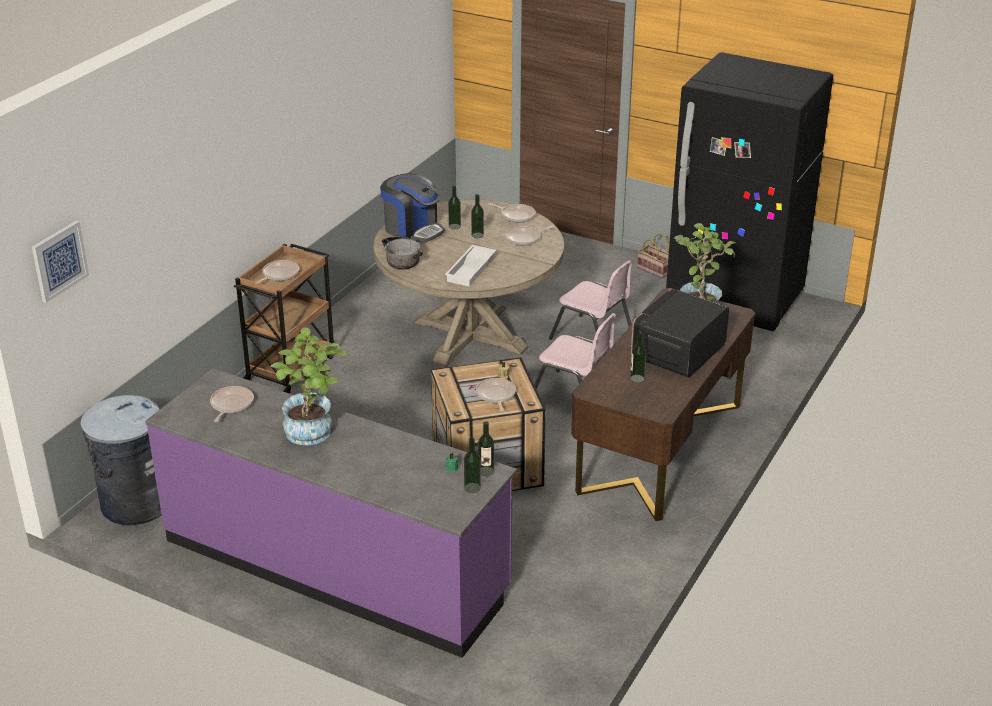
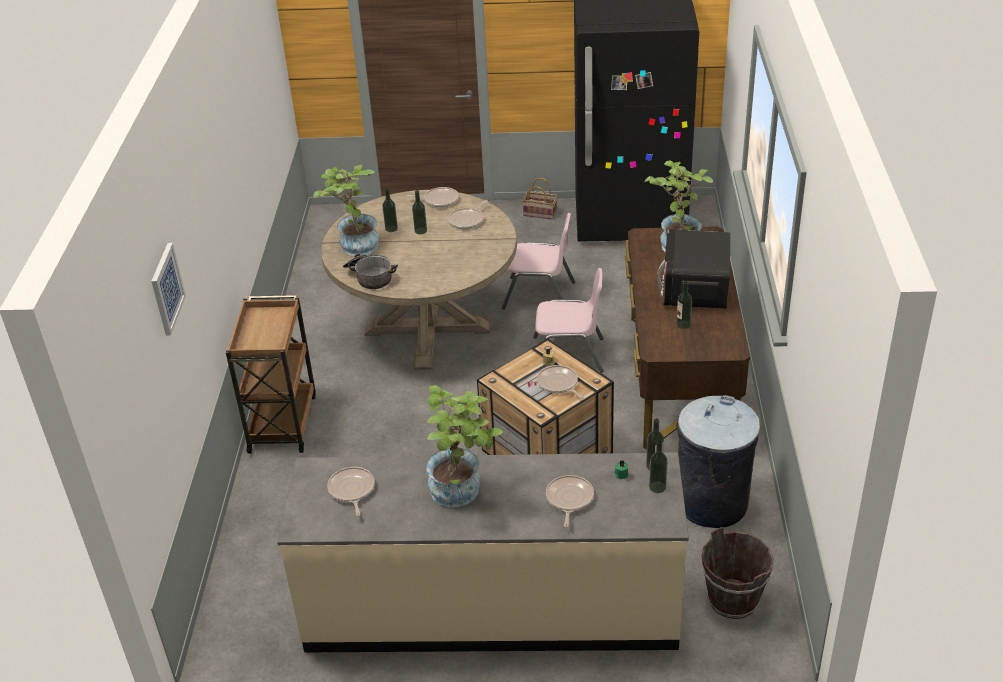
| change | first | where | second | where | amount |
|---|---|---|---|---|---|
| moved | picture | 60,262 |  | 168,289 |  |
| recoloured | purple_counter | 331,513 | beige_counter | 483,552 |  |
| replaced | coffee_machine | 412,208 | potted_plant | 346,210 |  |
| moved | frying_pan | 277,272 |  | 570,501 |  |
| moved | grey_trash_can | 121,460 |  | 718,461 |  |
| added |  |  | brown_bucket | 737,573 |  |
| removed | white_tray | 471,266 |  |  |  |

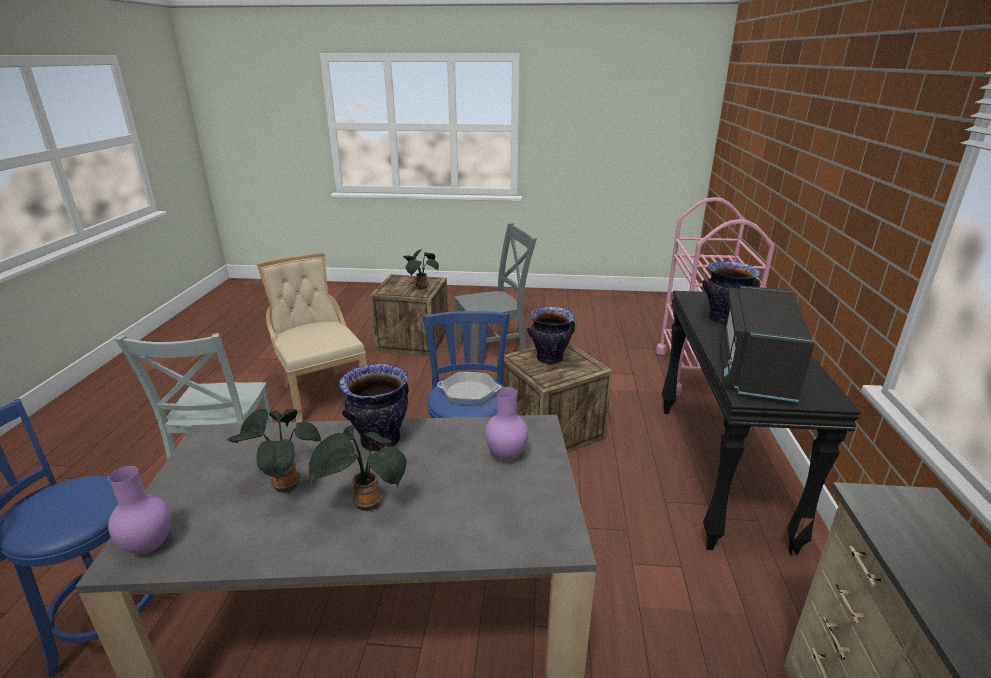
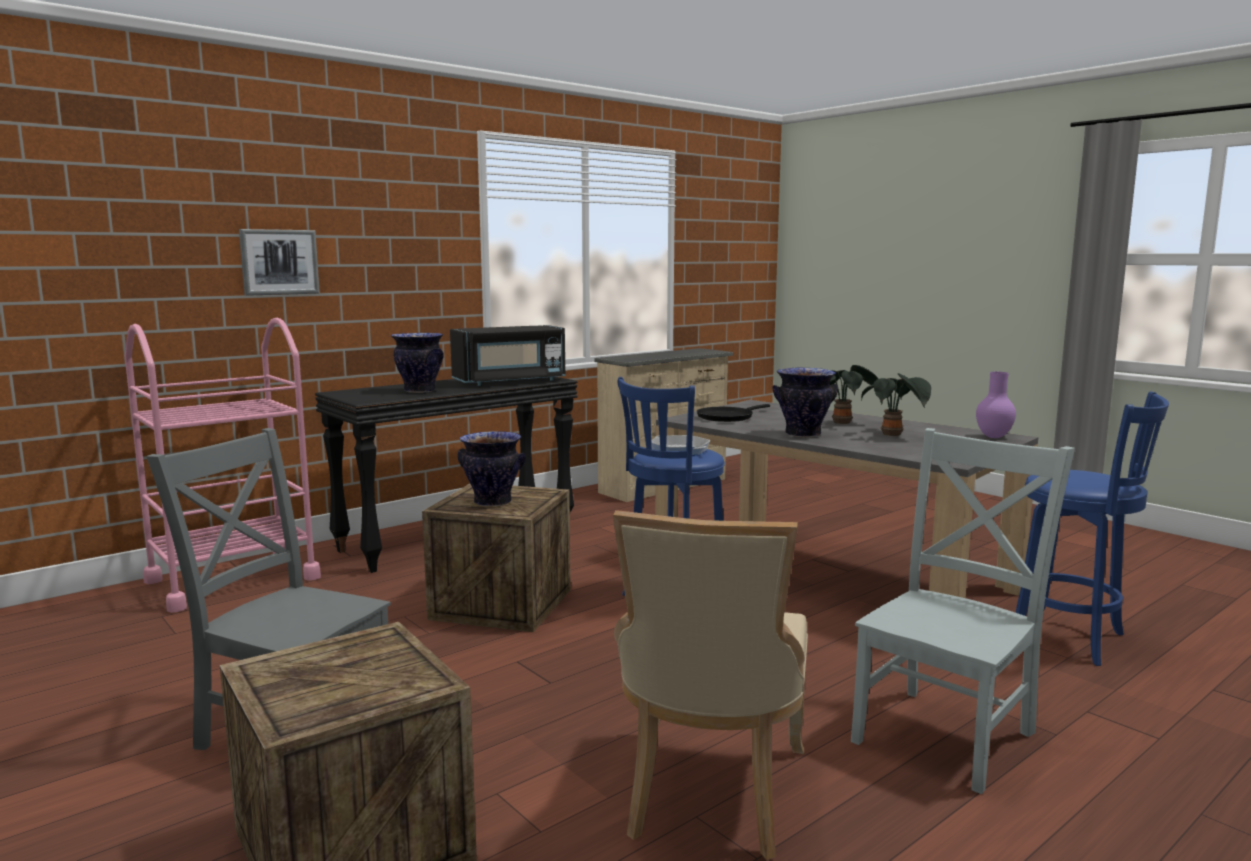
| change | first | where | second | where | amount |
|---|---|---|---|---|---|
| added |  |  | picture | 279,262 |  |
| replaced | purple_vase | 506,424 | black_frying_pan | 733,413 |  |
| removed | potted_plant | 421,269 |  |  |  |

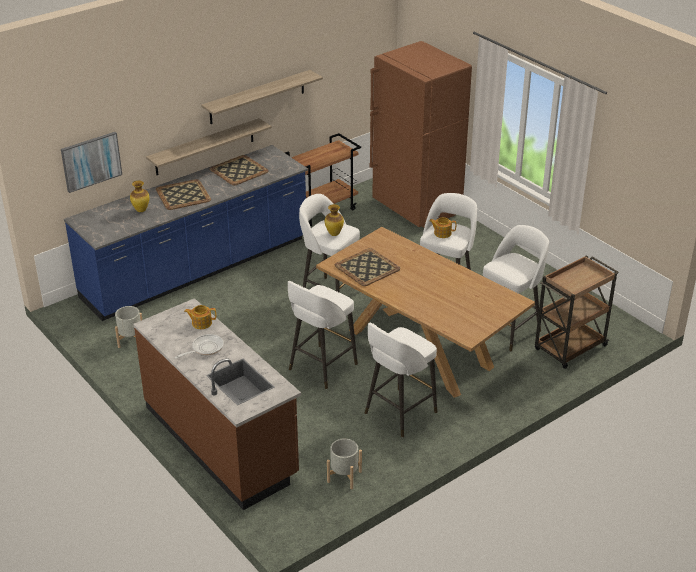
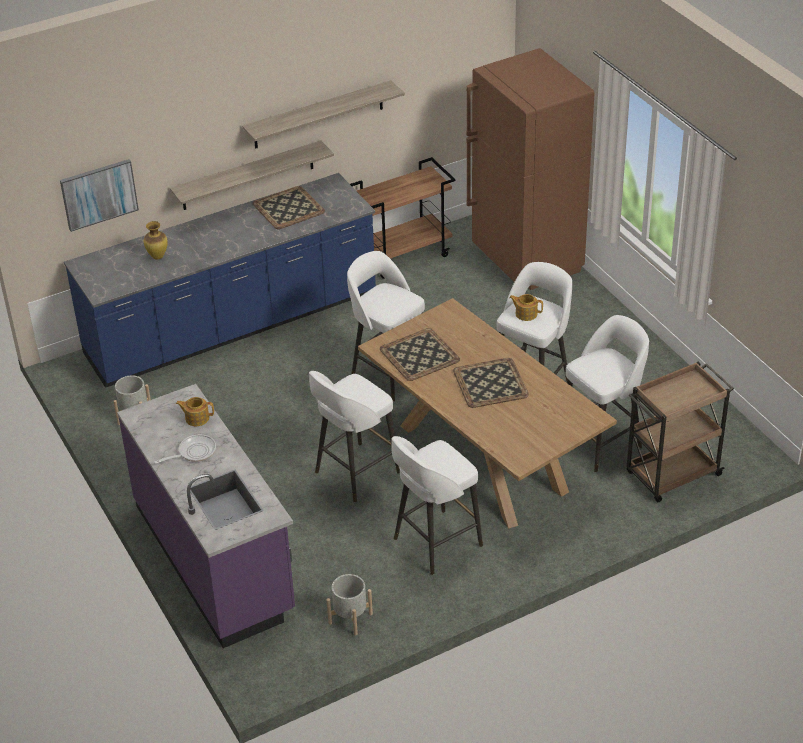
| change | first | where | second | where | amount |
|---|---|---|---|---|---|
| recoloured | brown_counter | 217,404 | purple_counter | 206,516 |  |
| moved | tray | 183,194 |  | 491,383 |  |
| removed | vase | 334,220 |  |  |  |

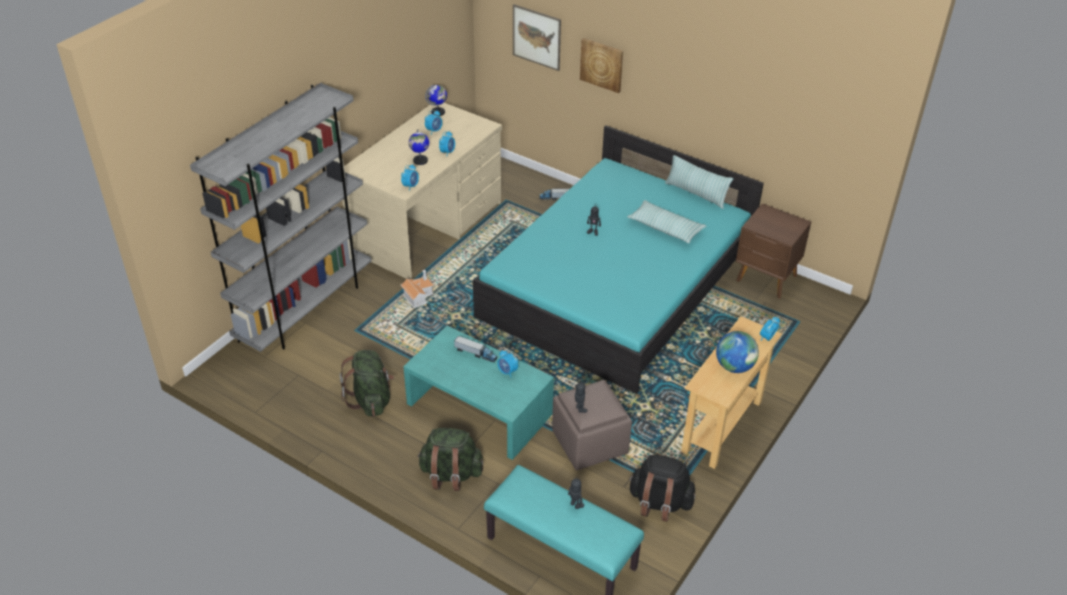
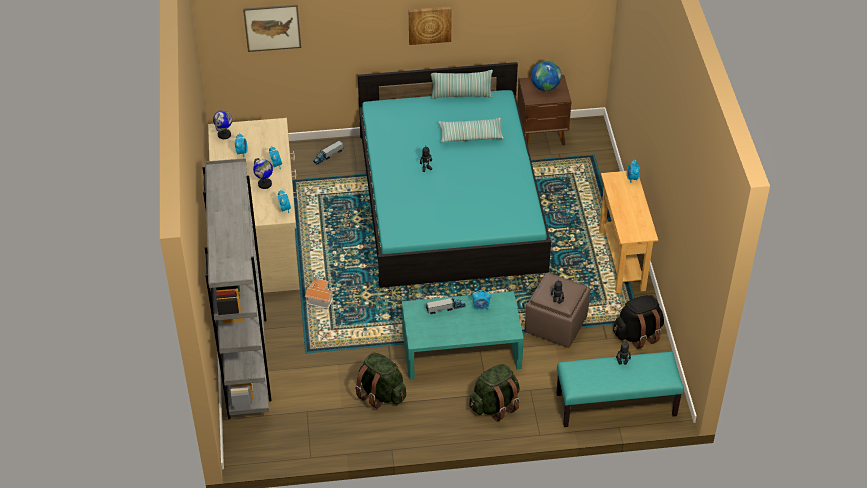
| change | first | where | second | where | amount |
|---|---|---|---|---|---|
| moved | picture | 601,65 |  | 430,26 |  |
| moved | globe | 737,352 |  | 546,75 |  |

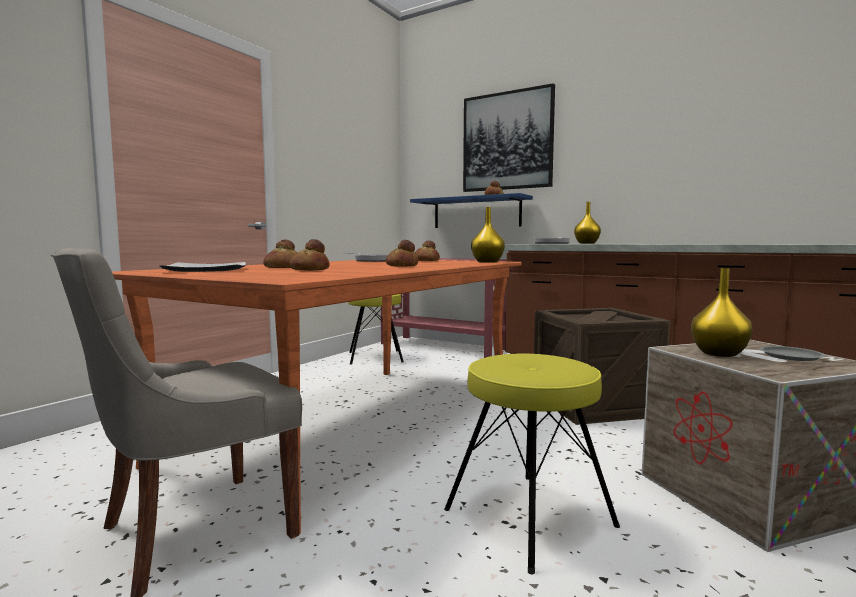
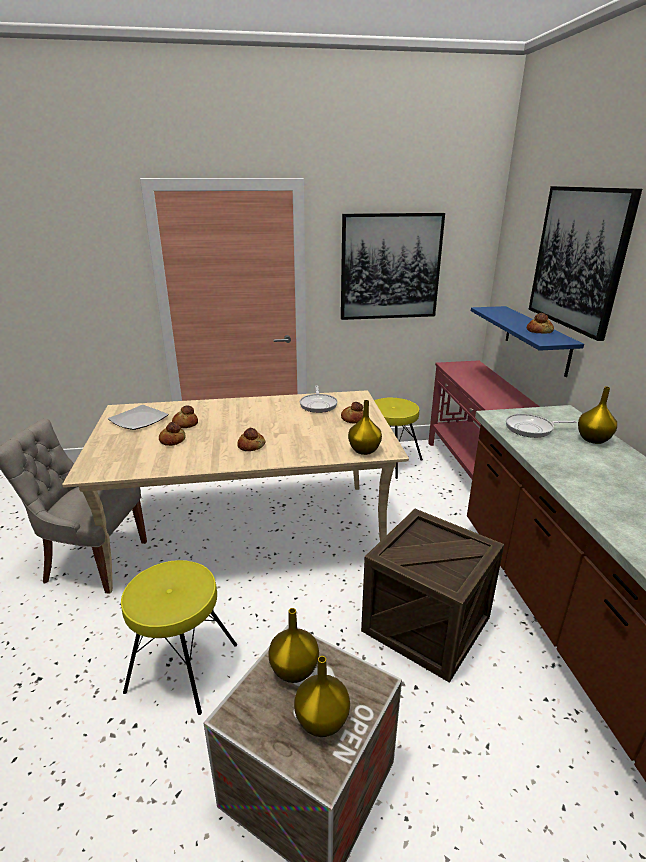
| change | first | where | second | where | amount |
|---|---|---|---|---|---|
| recoloured | orange_dining_table | 316,399 | beige_dining_table | 235,492 |  |
| replaced | grey_plate | 793,353 | yellow_vase | 322,696 |  |
| added |  |  | picture | 393,266 |  |

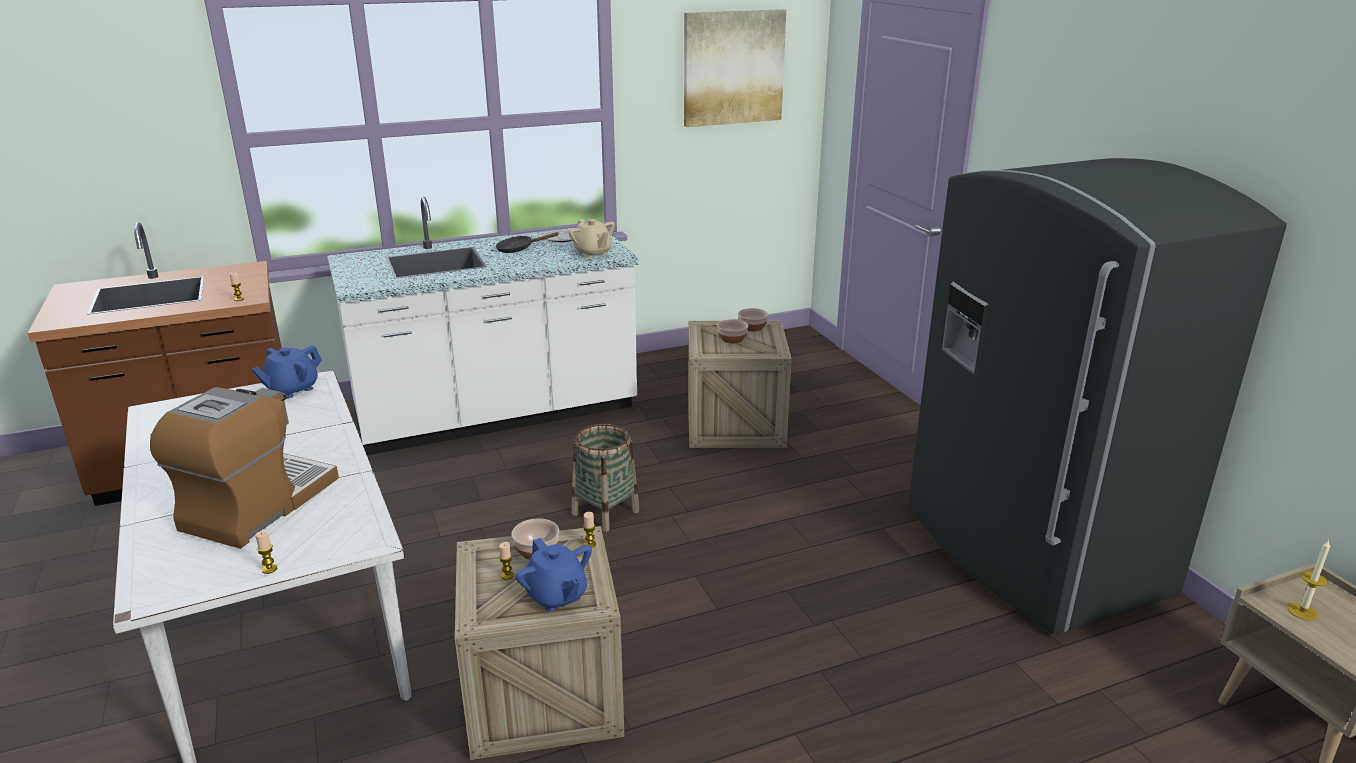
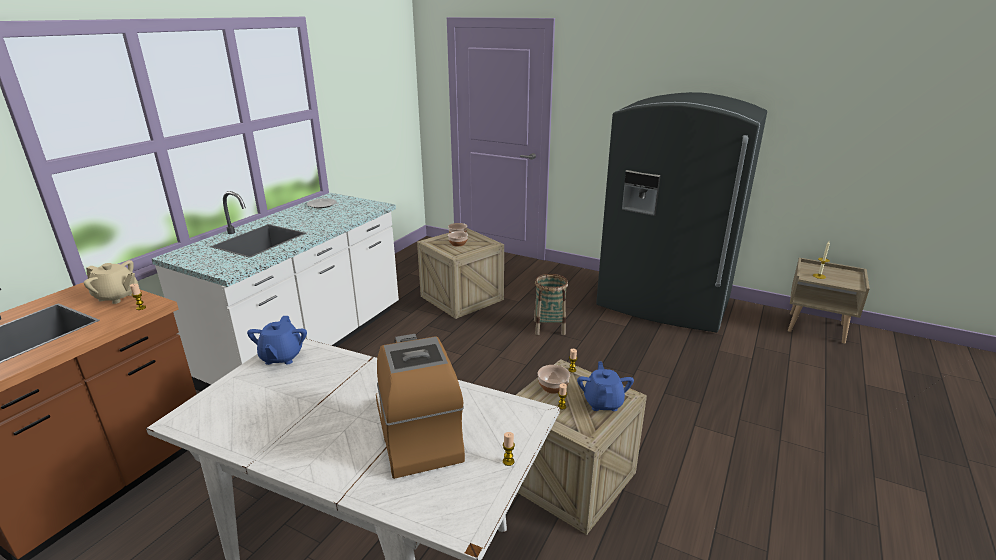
| change | first | where | second | where | amount |
|---|---|---|---|---|---|
| moved | beige_teapot | 592,238 |  | 111,282 |  |
| moved | basket | 605,478 |  | 551,304 |  |
| turned | blue_teapot | 553,575 |  | 605,386 | 105 degrees counterclockwise |
| removed | black_frying_pan | 527,242 |  |  |  |
| removed | picture | 735,68 |  |  |  |

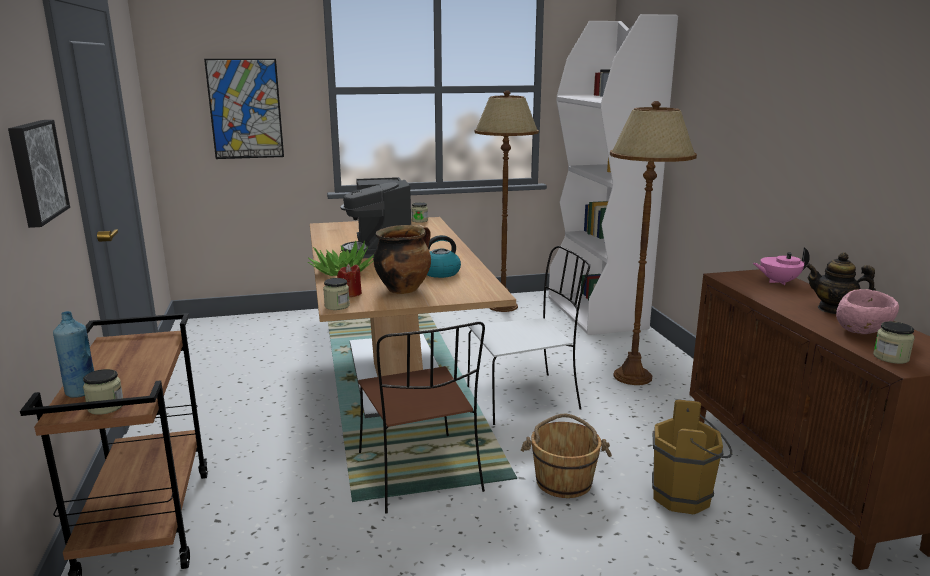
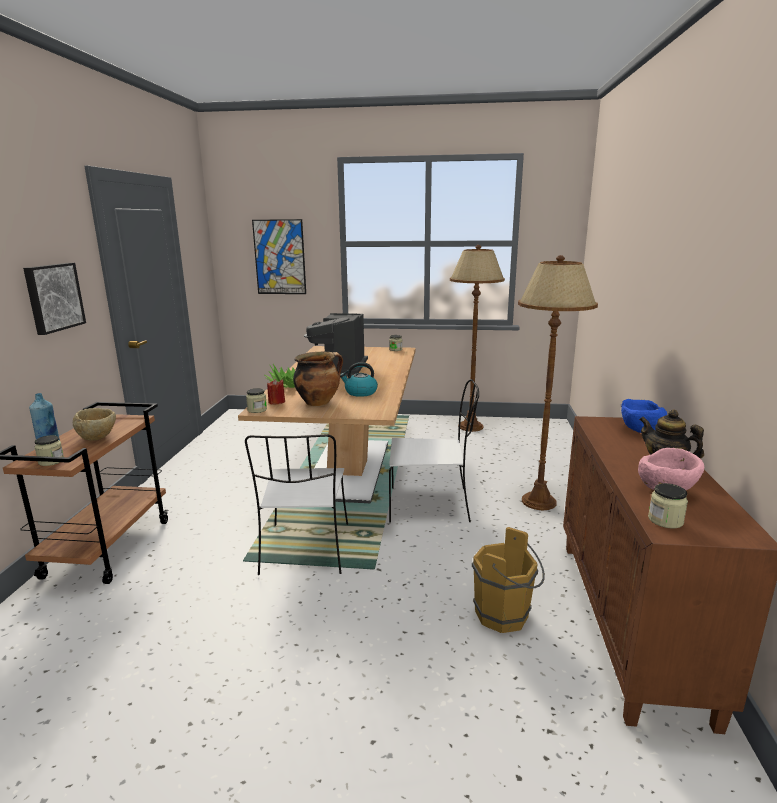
| change | first | where | second | where | amount |
|---|---|---|---|---|---|
| added |  |  | beige_bowl | 94,424 |  |
| recoloured | brown_chair | 421,418 | white_chair | 296,504 |  |
| replaced | pink_teapot | 781,266 | blue_bowl | 644,416 |  |
| removed | brown_bucket | 566,456 |  |  |  |
| removed | white_bookcase | 613,174 |  |  |  |

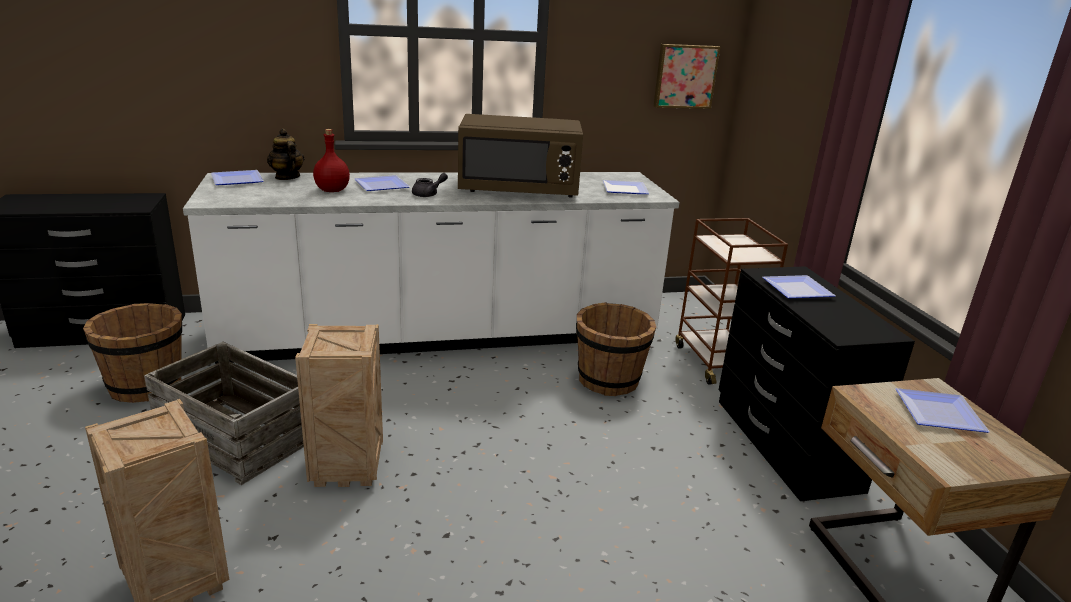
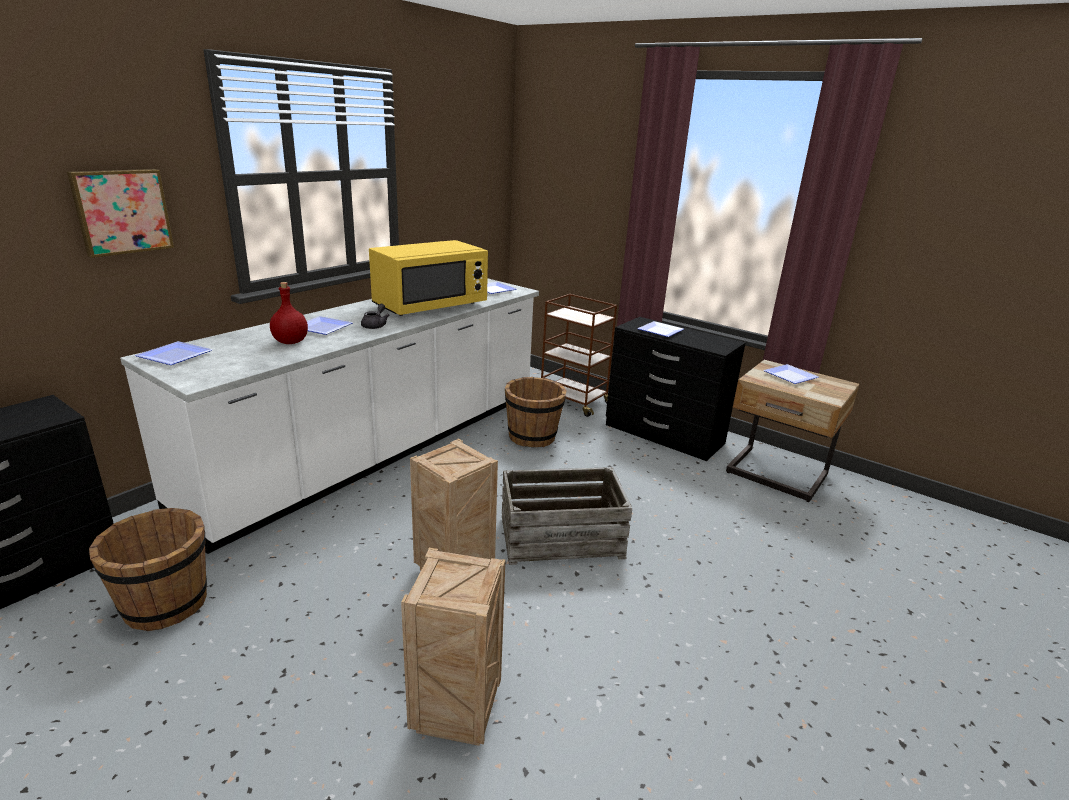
| change | first | where | second | where | amount |
|---|---|---|---|---|---|
| moved | picture | 687,76 |  | 120,213 |  |
| recoloured | brown_microwave | 520,156 | yellow_microwave | 428,278 |  |
| moved | crate | 224,413 |  | 567,516 |  |
| removed | teapot | 285,154 |  |  |  |

